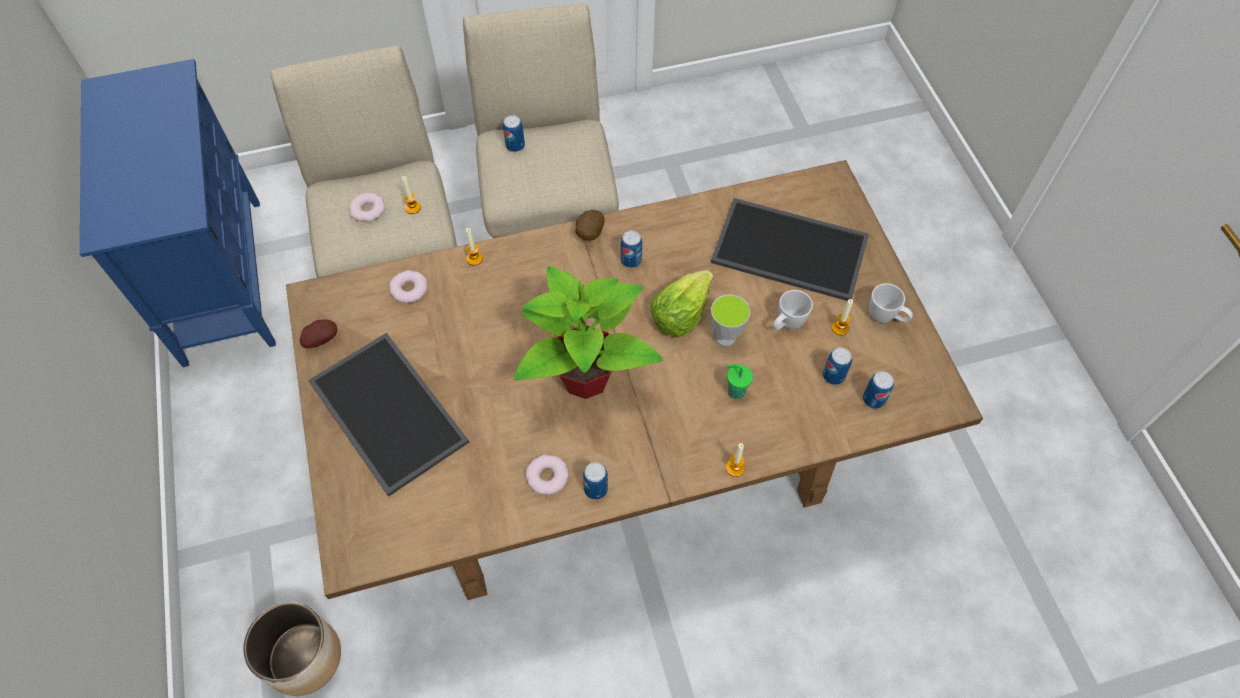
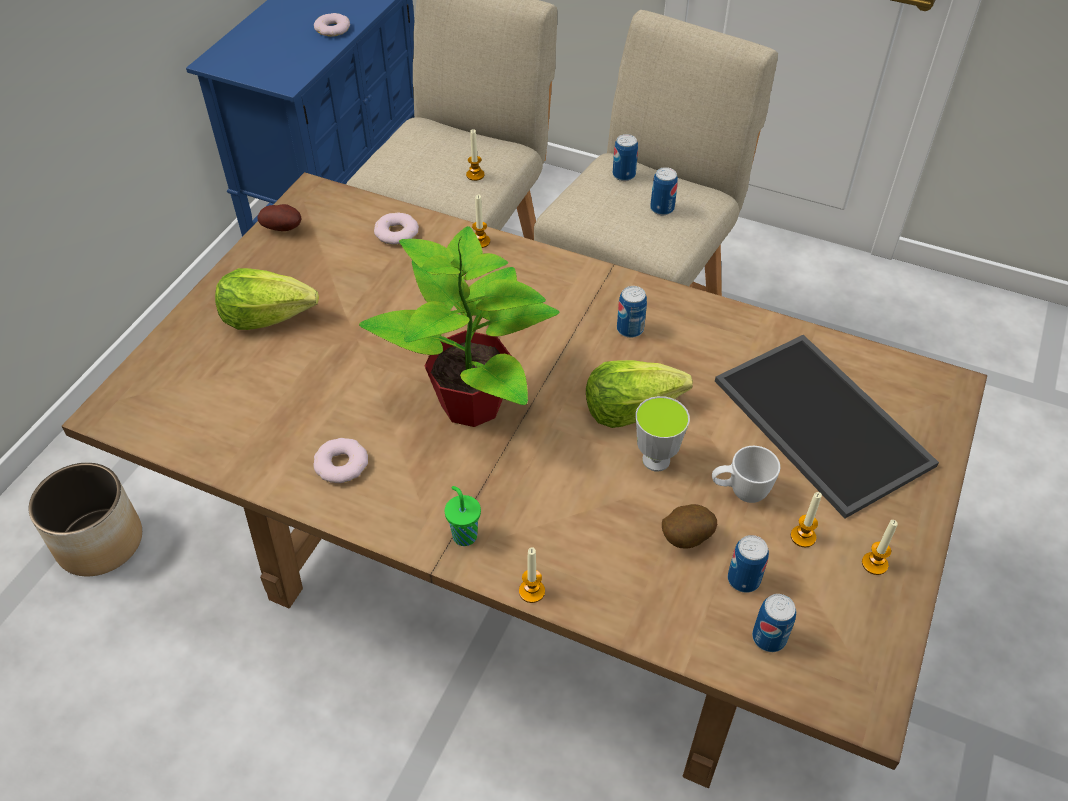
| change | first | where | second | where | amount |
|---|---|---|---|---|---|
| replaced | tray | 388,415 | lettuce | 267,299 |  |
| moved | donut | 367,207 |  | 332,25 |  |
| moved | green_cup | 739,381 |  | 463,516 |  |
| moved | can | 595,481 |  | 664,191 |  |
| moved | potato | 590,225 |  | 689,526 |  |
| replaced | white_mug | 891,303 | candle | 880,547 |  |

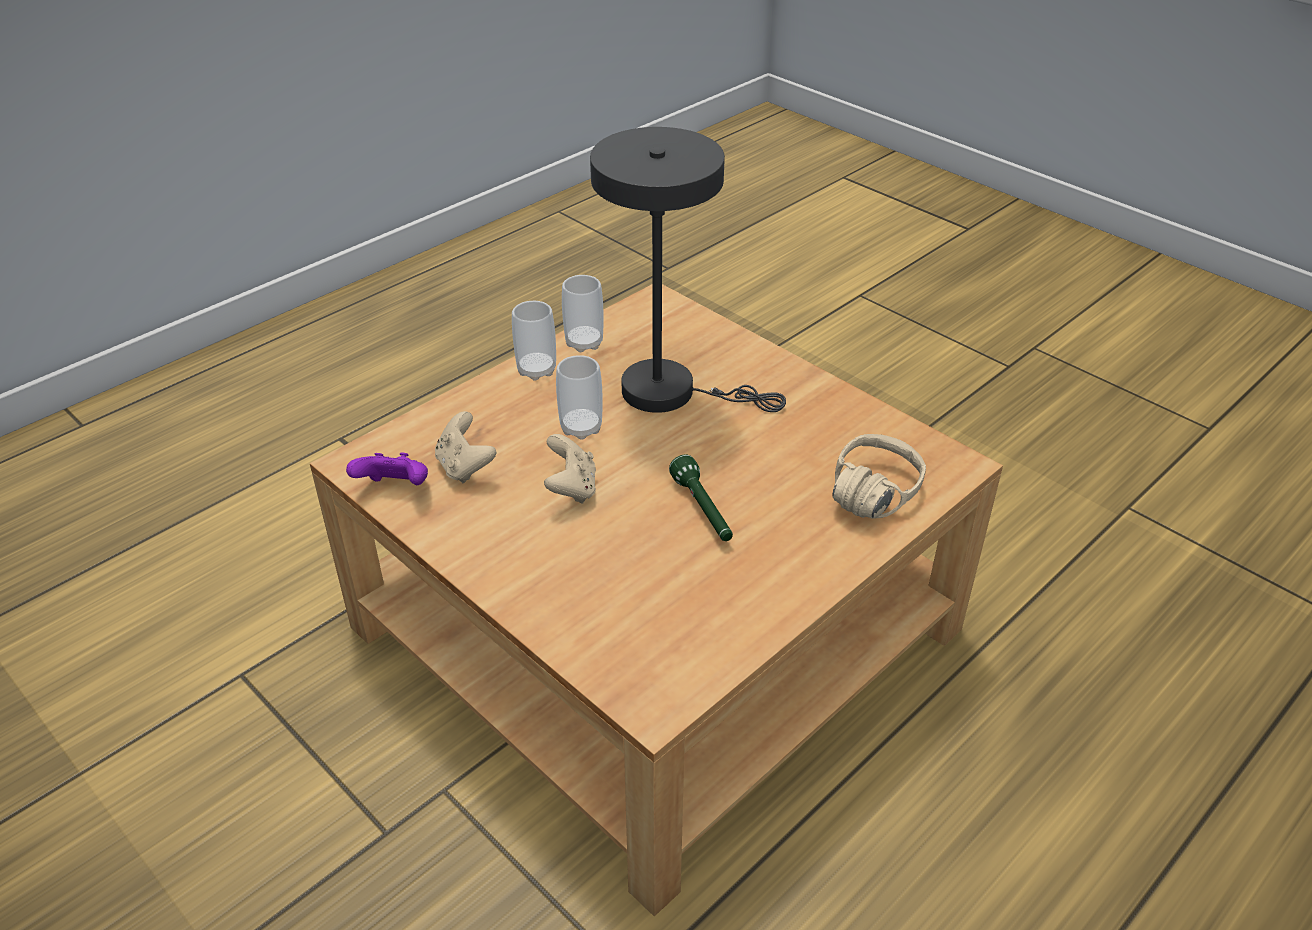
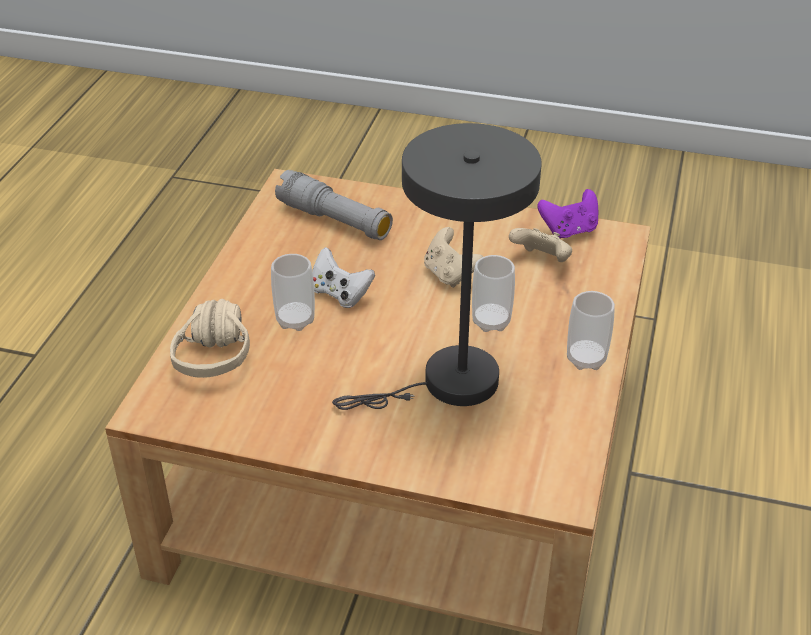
| change | first | where | second | where | amount |
|---|---|---|---|---|---|
| moved | cup | 583,313 |  | 293,292 |  |
| added |  |  | grey_flashlight | 334,205 |  |
| replaced | green_flashlight | 701,497 | white_game_controller | 343,277 |  |

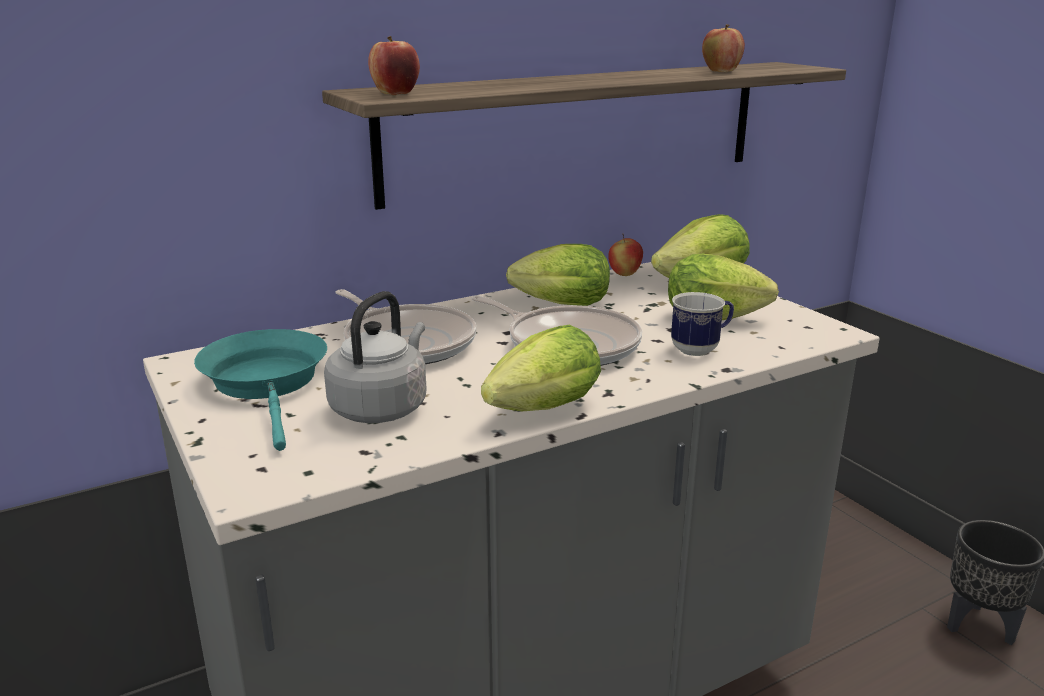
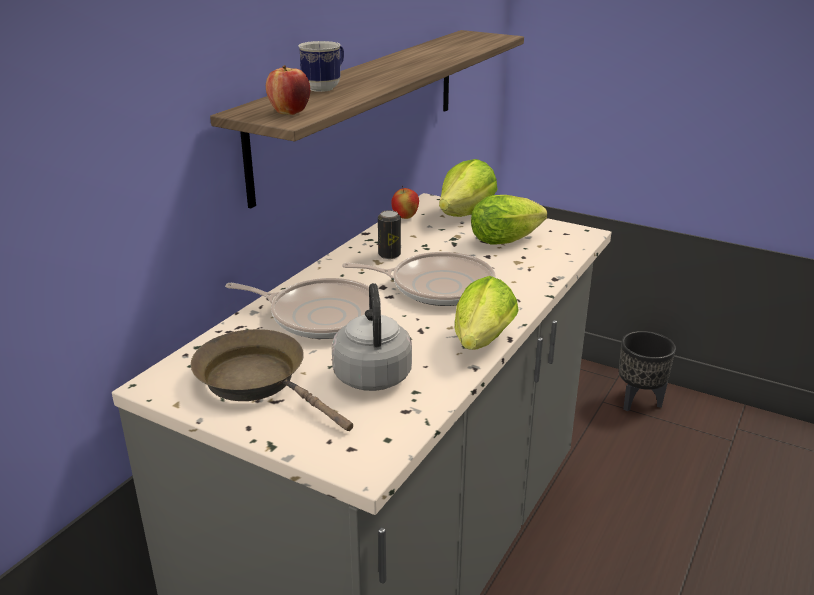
| change | first | where | second | where | amount |
|---|---|---|---|---|---|
| recoloured | turquoise_frying_pan | 260,390 | brown_frying_pan | 272,380 |  |
| moved | mug | 702,324 |  | 321,66 |  |
| replaced | lettuce | 558,275 | can | 389,234 |  |
| removed | apple | 723,48 |  |  |  |

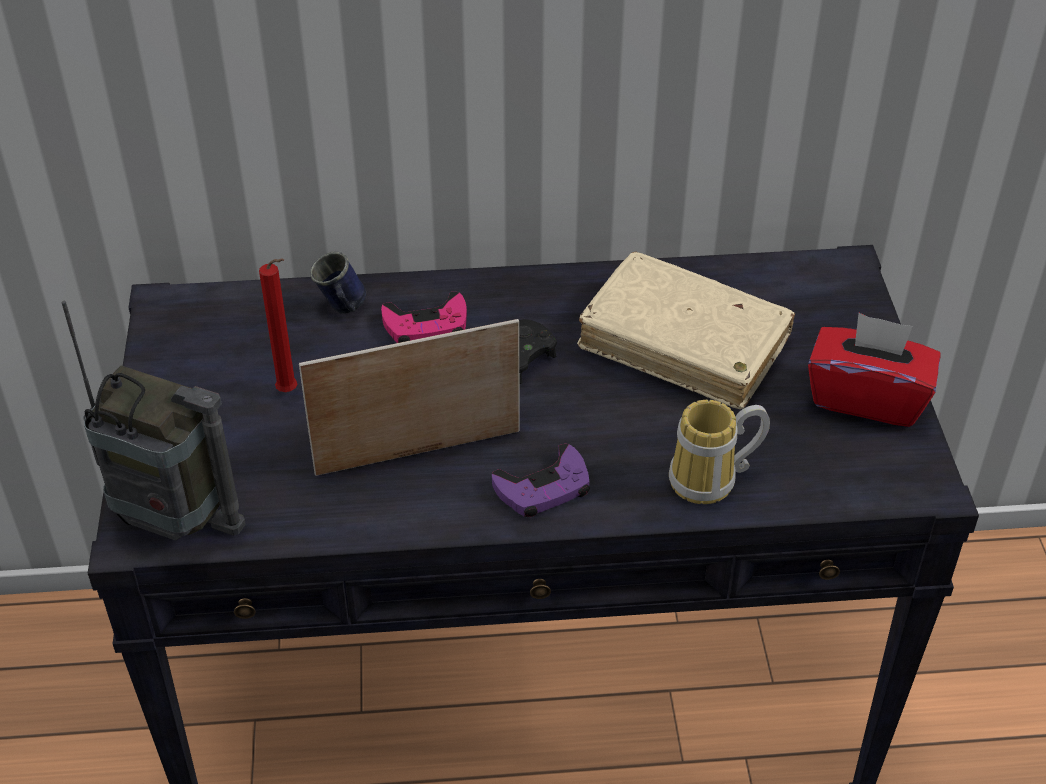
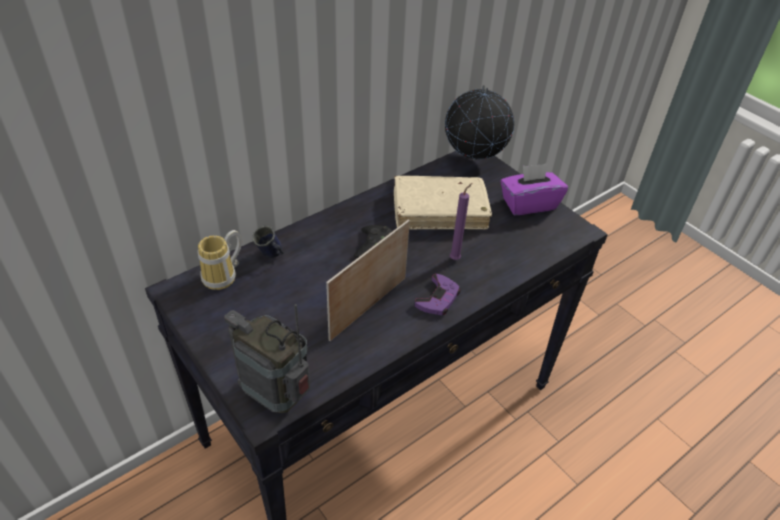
| change | first | where | second | where | amount |
|---|---|---|---|---|---|
| moved | mug | 719,451 |  | 220,260 |  |
| turned | radio | 153,421 |  | 267,358 | 135 degrees counterclockwise |
| added |  |  | globe | 479,123 |  |
| added |  |  | purple_candle | 461,221 |  |
| recoloured | red_tissue_box | 874,370 | purple_tissue_box | 534,189 |  |
| removed | red_candle | 278,325 |  |  |  |
| removed | pink_game_controller | 424,317 |  |  |  |

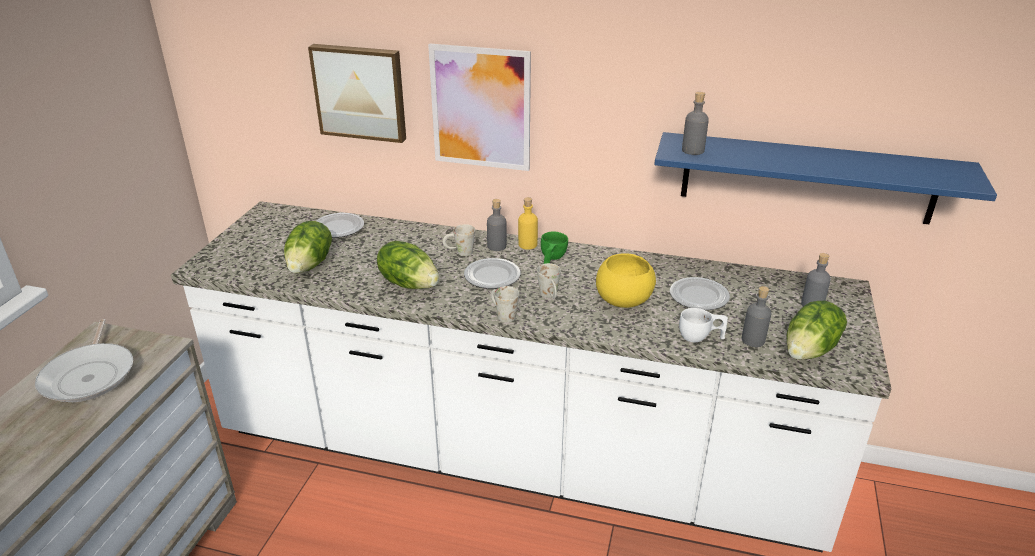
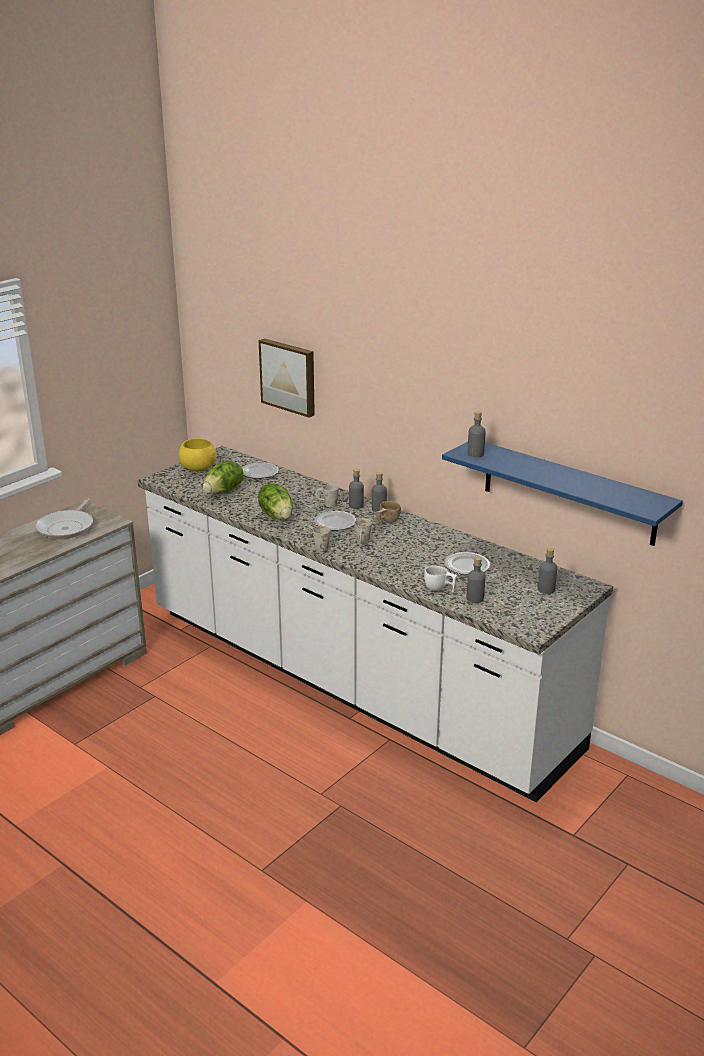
| change | first | where | second | where | amount |
|---|---|---|---|---|---|
| moved | yellow_bowl | 626,280 |  | 197,454 |  |
| recoloured | yellow_bottle | 528,223 | grey_bottle | 379,492 |  |
| recoloured | green_cup | 554,247 | beige_cup | 388,513 |  |
| removed | picture | 479,107 |  |  |  |
| removed | lettuce | 816,330 |  |  |  |

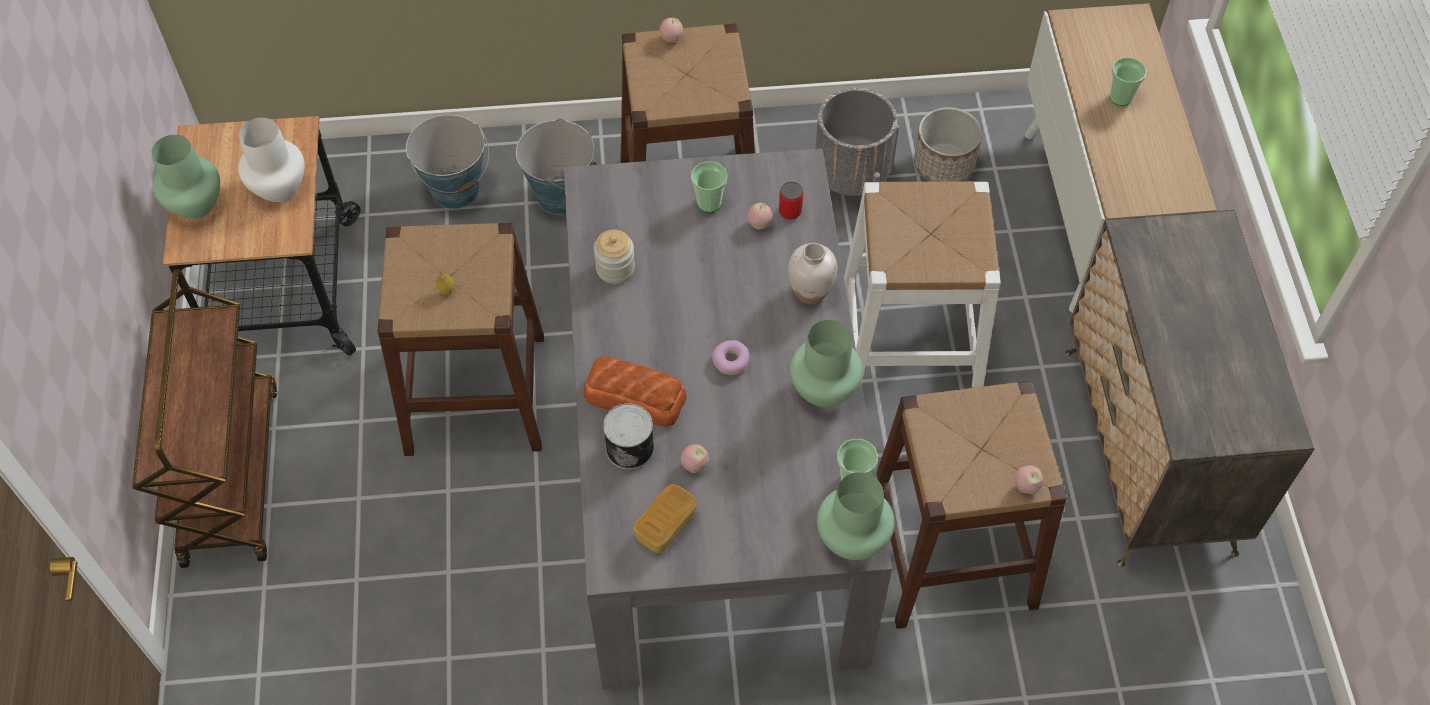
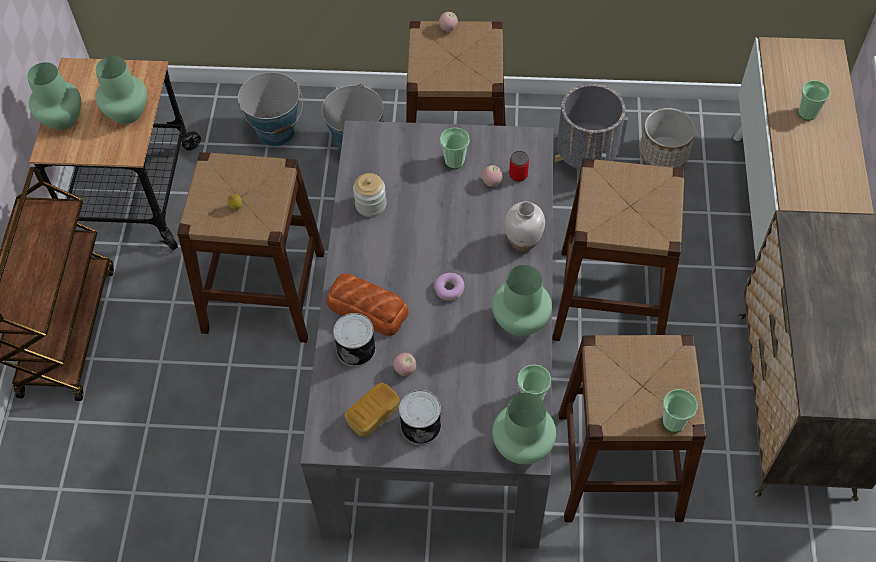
| change | first | where | second | where | amount |
|---|---|---|---|---|---|
| recoloured | white_vase | 271,160 | green_vase | 121,90 |  |
| added |  |  | can | 420,417 |  |
| recoloured | white_stool | 922,284 | brown_stool | 618,250 |  |
| replaced | apple | 1029,480 | cup | 680,410 |  |

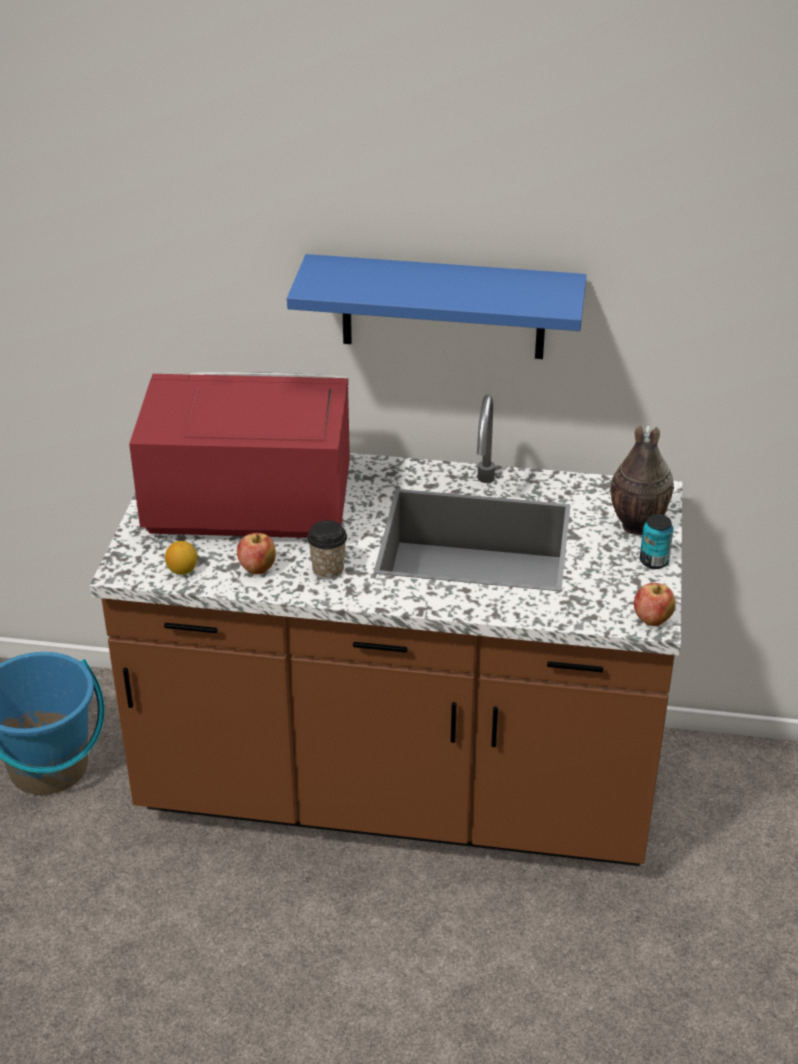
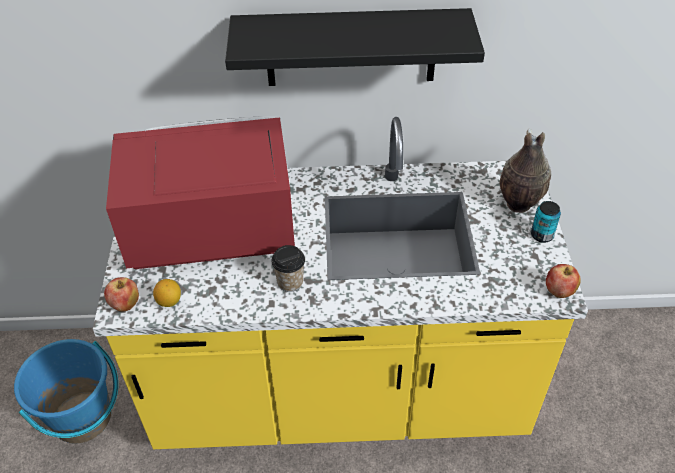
| change | first | where | second | where | amount |
|---|---|---|---|---|---|
| recoloured | brown_counter | 386,630 | yellow_counter | 340,283 |  |
| moved | apple | 256,553 |  | 121,294 |  |
| recoloured | blue_shelf | 436,306 | black_shelf | 355,47 |  |

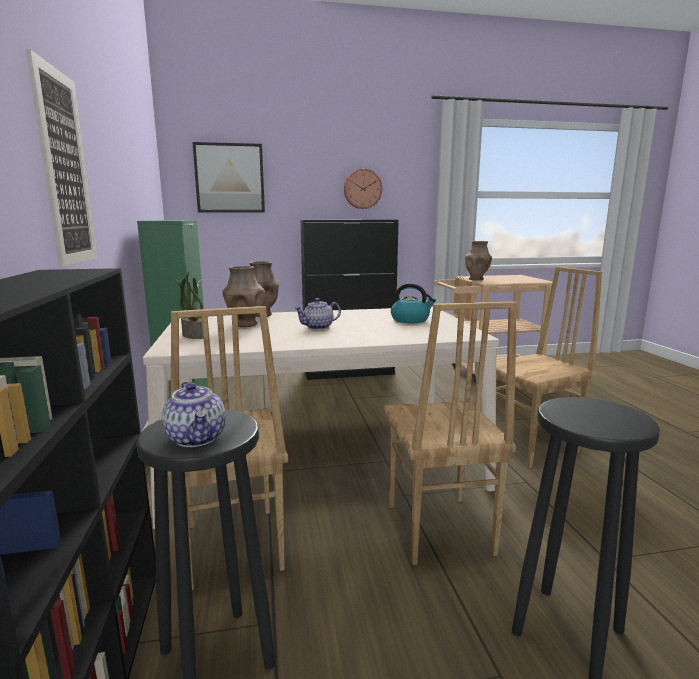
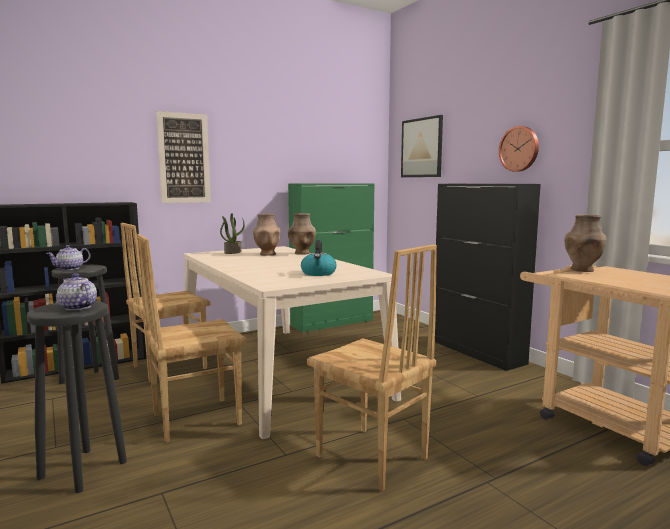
| change | first | where | second | where | amount |
|---|---|---|---|---|---|
| moved | teapot | 317,314 |  | 77,292 |  |

